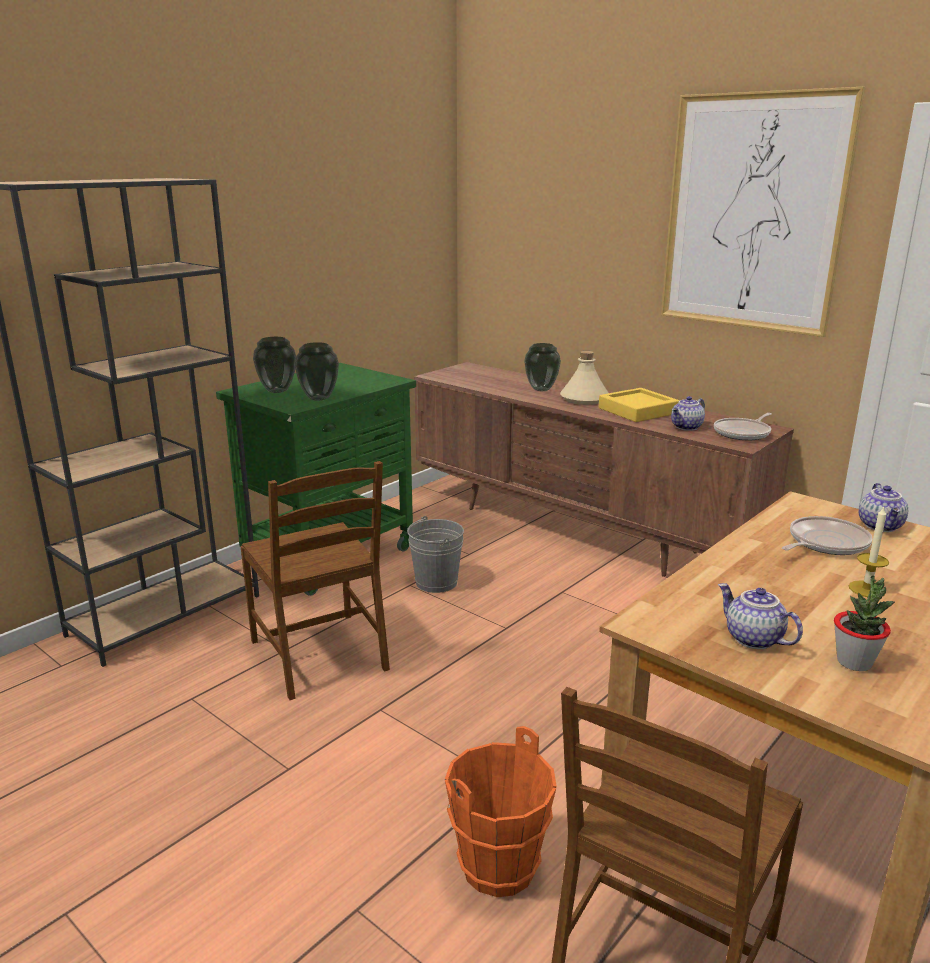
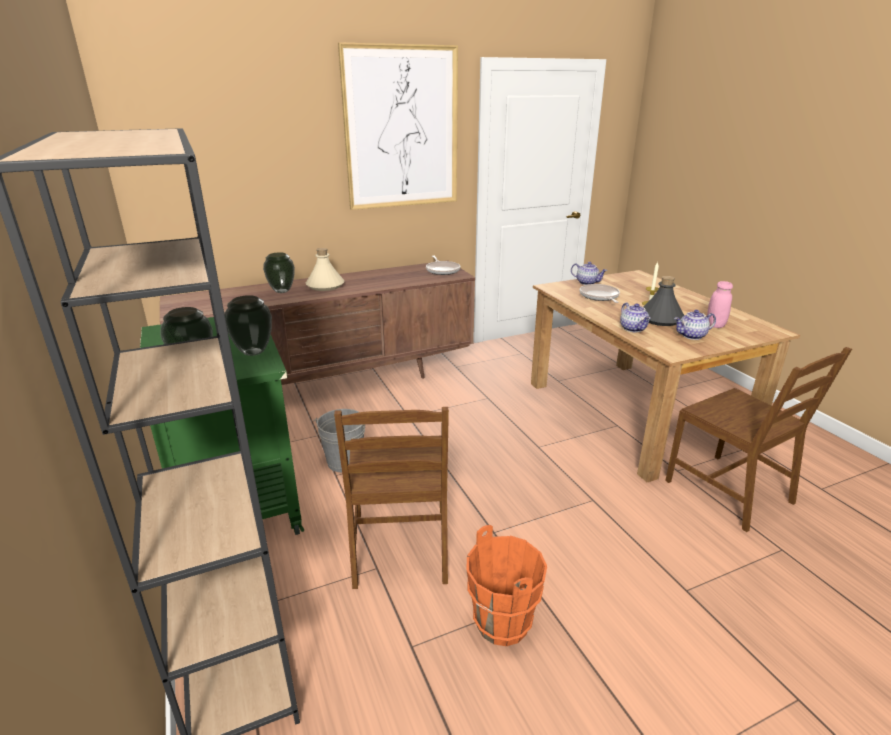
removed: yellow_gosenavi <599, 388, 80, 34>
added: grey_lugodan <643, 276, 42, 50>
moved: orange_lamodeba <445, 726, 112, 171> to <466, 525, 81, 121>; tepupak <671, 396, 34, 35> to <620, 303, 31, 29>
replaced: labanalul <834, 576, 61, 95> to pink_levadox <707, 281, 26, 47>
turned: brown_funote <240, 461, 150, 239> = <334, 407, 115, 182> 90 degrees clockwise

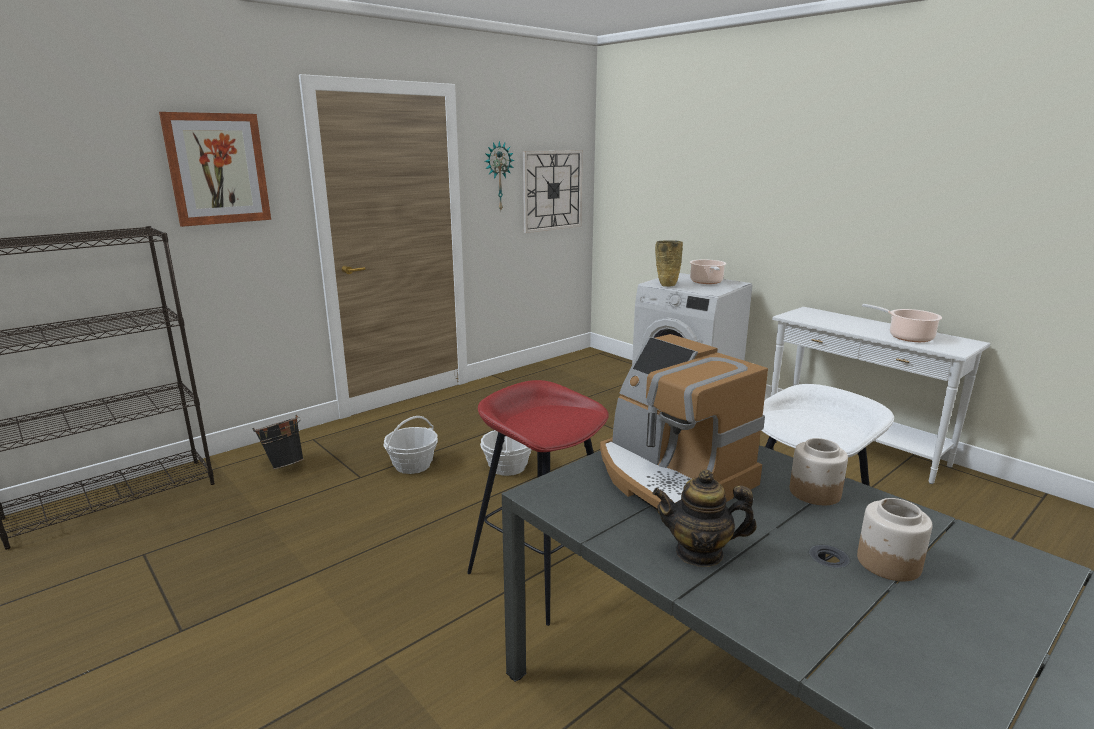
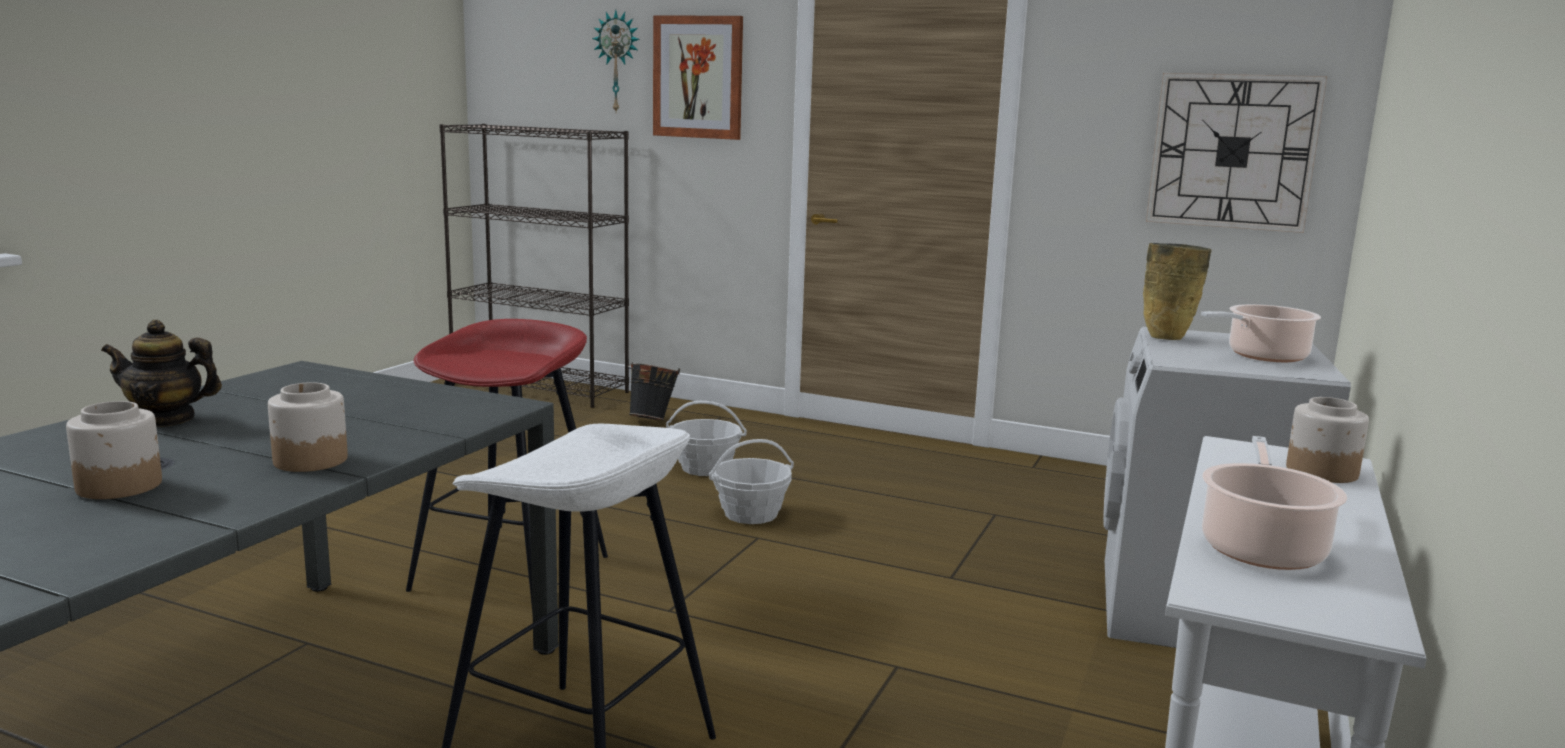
removed: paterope <600, 334, 168, 176>
added: levadox <1286, 397, 83, 86>
moved: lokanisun <485, 141, 30, 69> to <592, 10, 48, 102>
turned: tepupak <652, 470, 104, 97> = <101, 320, 121, 107> 75 degrees counterclockwise

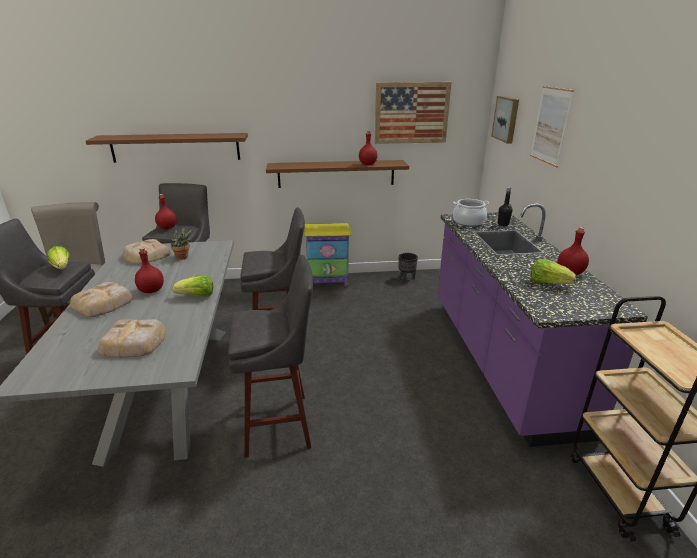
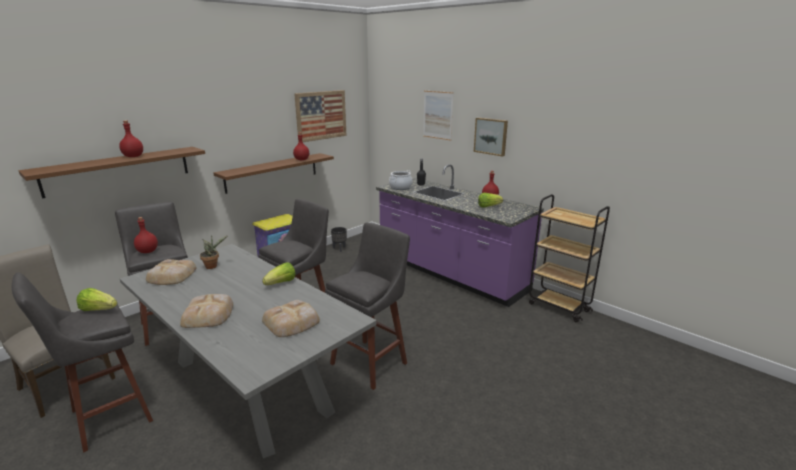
moved: red_lugodan <135, 248, 29, 45> to <119, 121, 24, 36>; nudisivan <491, 96, 28, 48> to <474, 117, 34, 40>

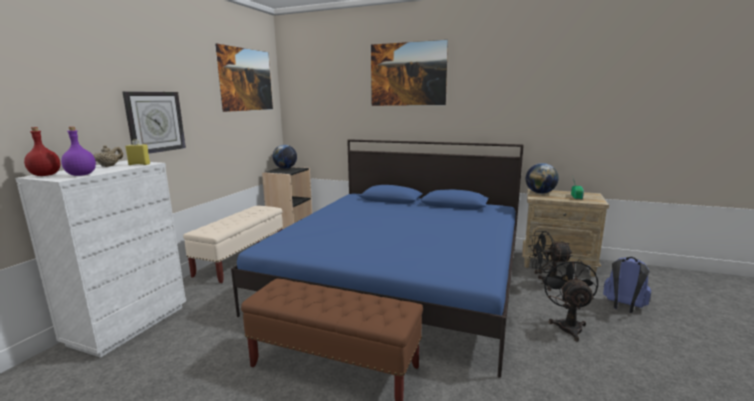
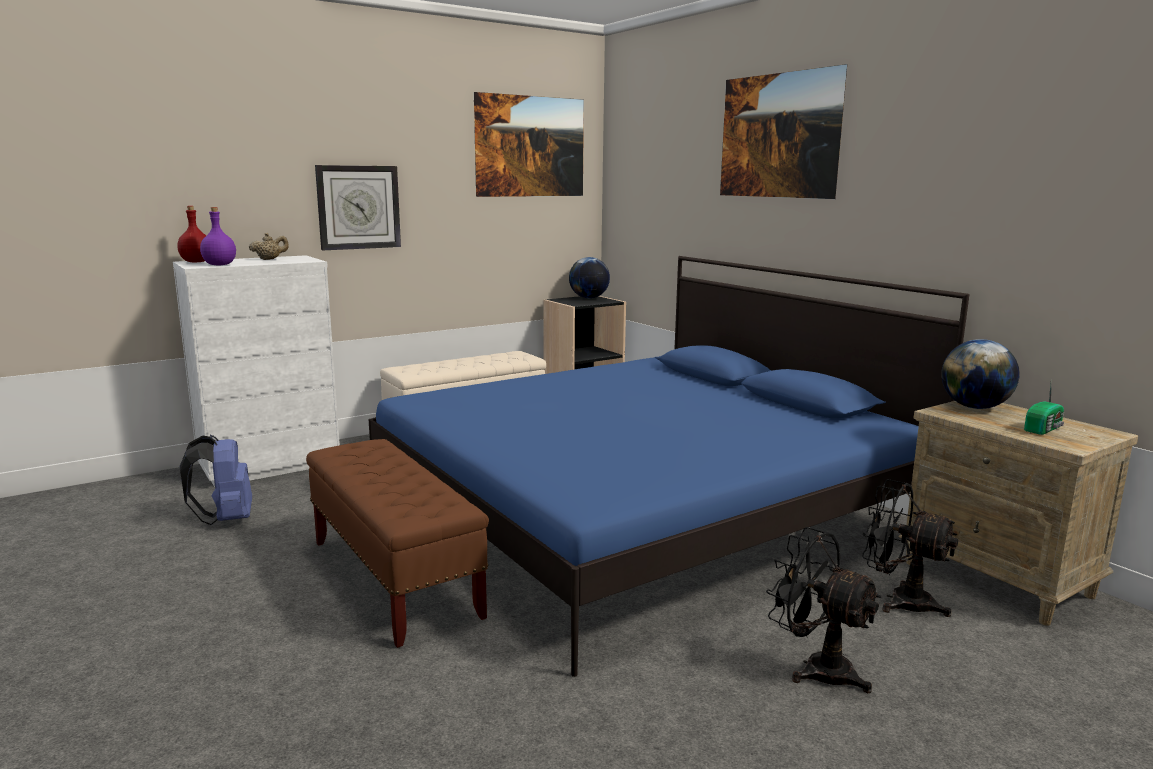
removed: yellow_lugodan <125, 140, 25, 25>
moved: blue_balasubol <603, 257, 48, 56> to <179, 435, 73, 90>
turned: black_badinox <542, 258, 56, 83> = <766, 527, 115, 166> 90 degrees counterclockwise

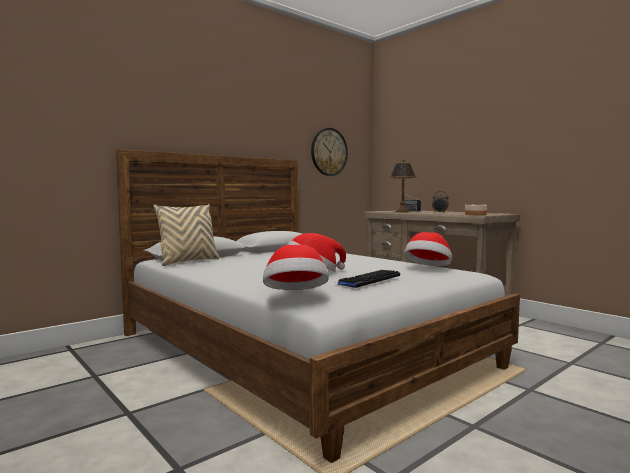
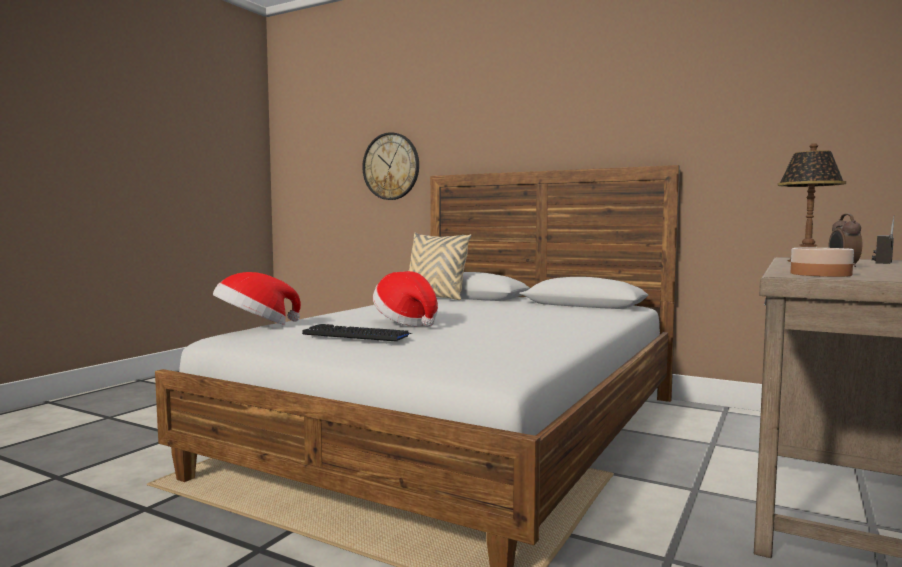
removed: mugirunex <404, 232, 48, 34>
moved: lokanisun <311, 128, 37, 48> to <362, 132, 57, 68>

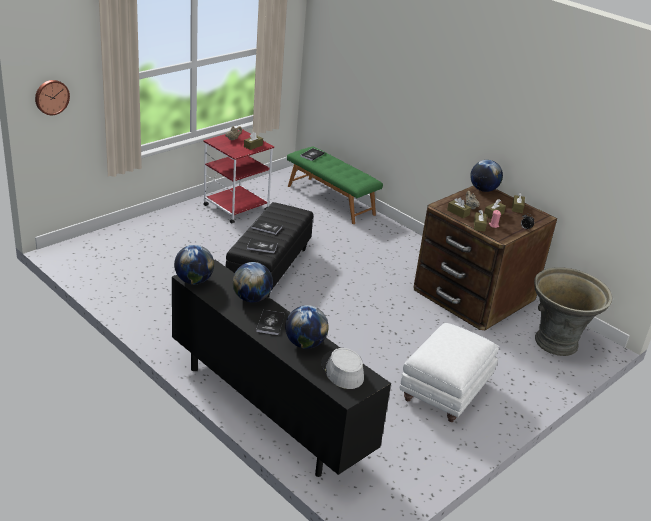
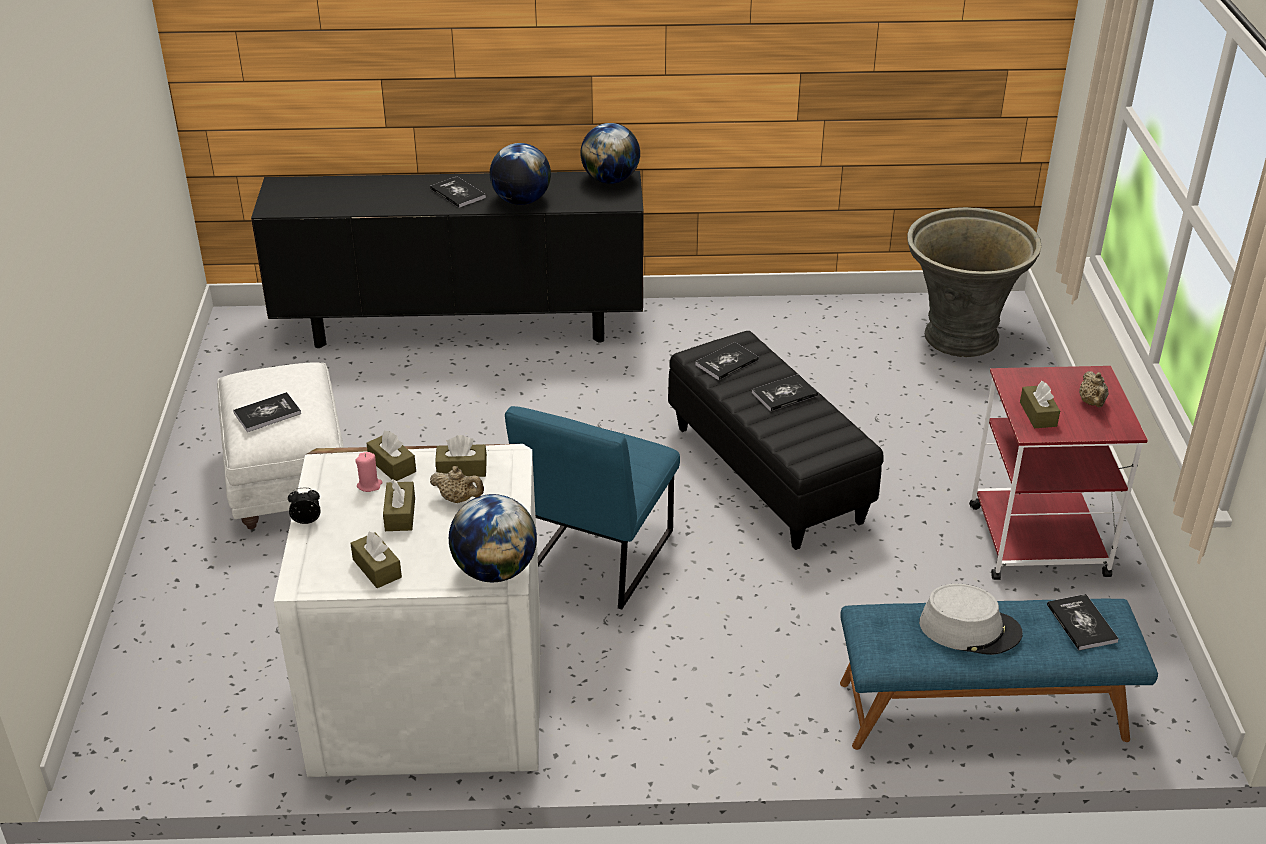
removed: lokanisun <35, 80, 35, 35>; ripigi <285, 305, 44, 44>
added: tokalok <233, 392, 68, 40>; blue_funote <505, 406, 175, 204>
moved: grey_mugirunex <321, 348, 43, 41> to <919, 584, 104, 71>; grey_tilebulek <534, 267, 78, 89> to <907, 207, 135, 150>
recoloured: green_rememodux <287, 146, 96, 78> to blue_rememodux <840, 599, 318, 151>; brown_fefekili <414, 186, 143, 144> to white_fefekili <274, 444, 267, 333>

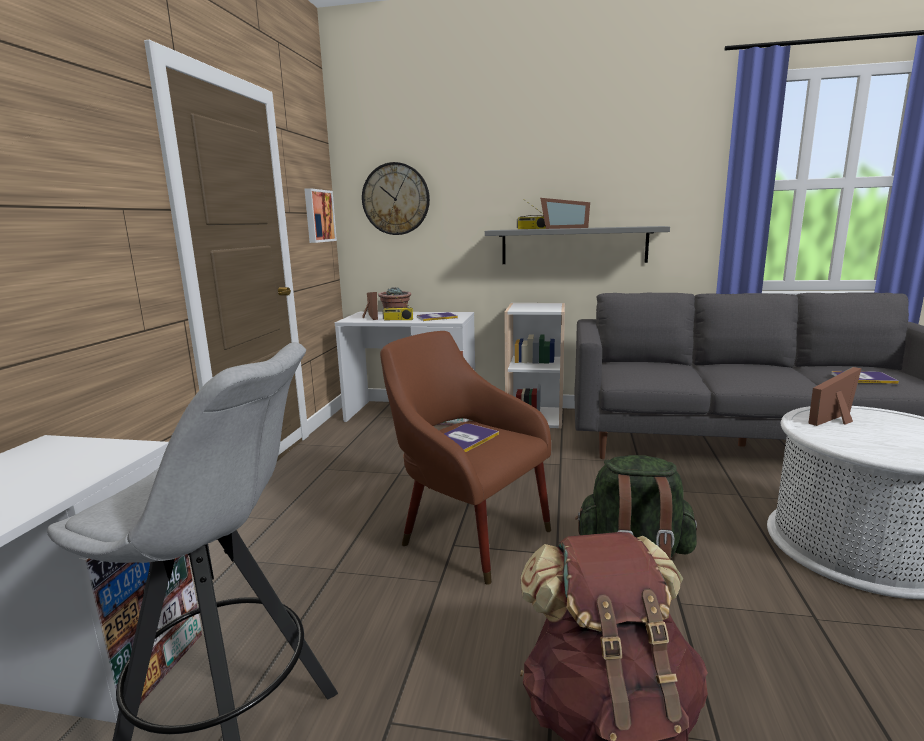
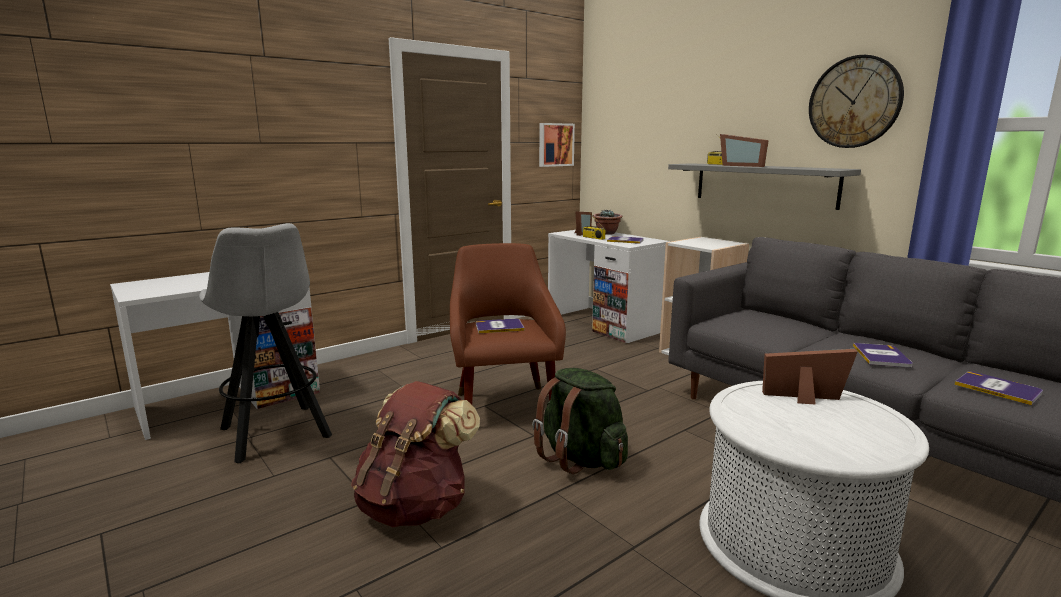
added: tokalok <853, 343, 59, 24>
moved: lokanisun <362, 162, 68, 73> to <809, 55, 95, 93>

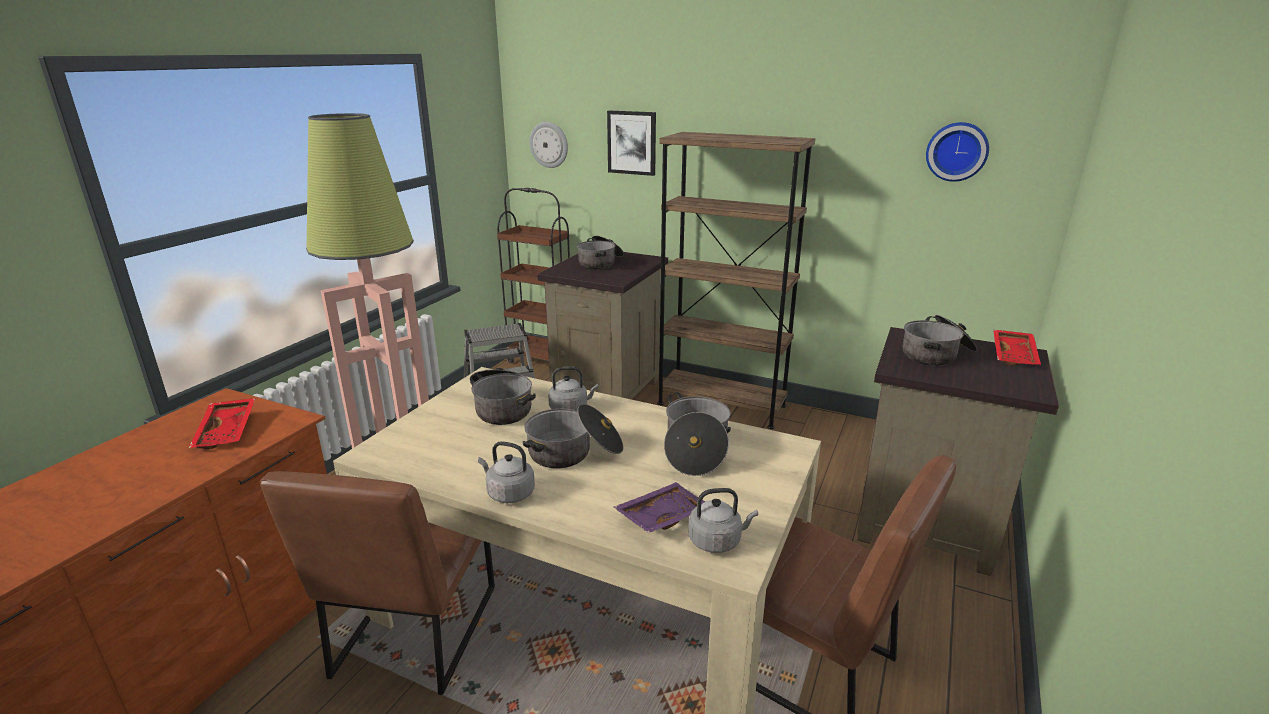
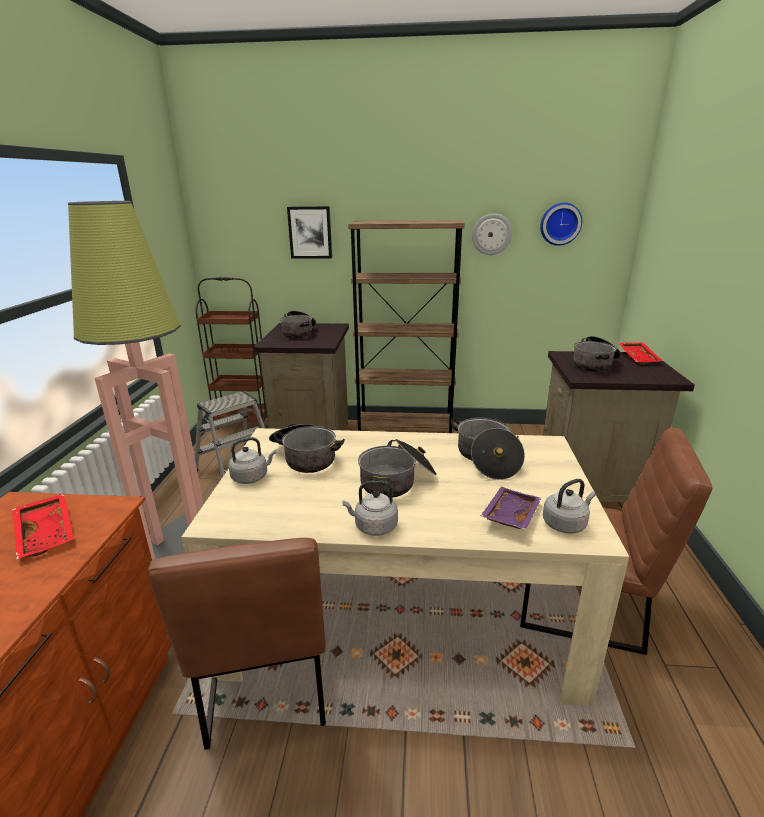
moved: lokanisun <529, 122, 39, 46> to <472, 213, 40, 42>; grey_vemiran <548, 367, 50, 43> to <228, 437, 48, 47>

